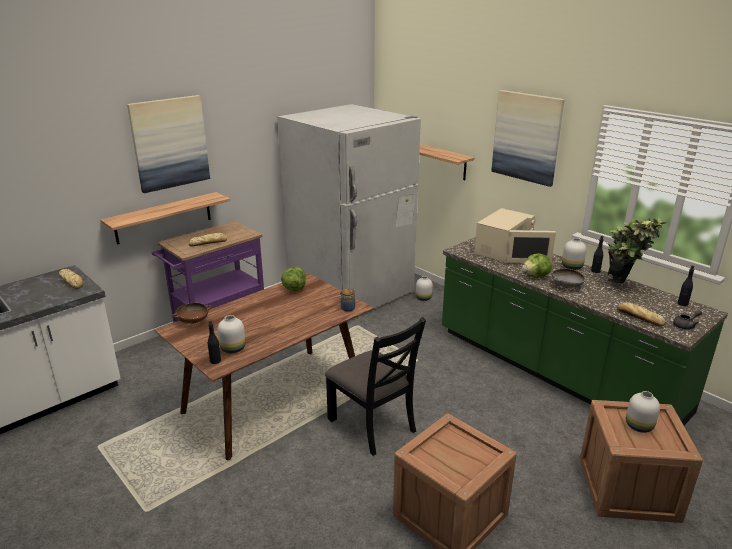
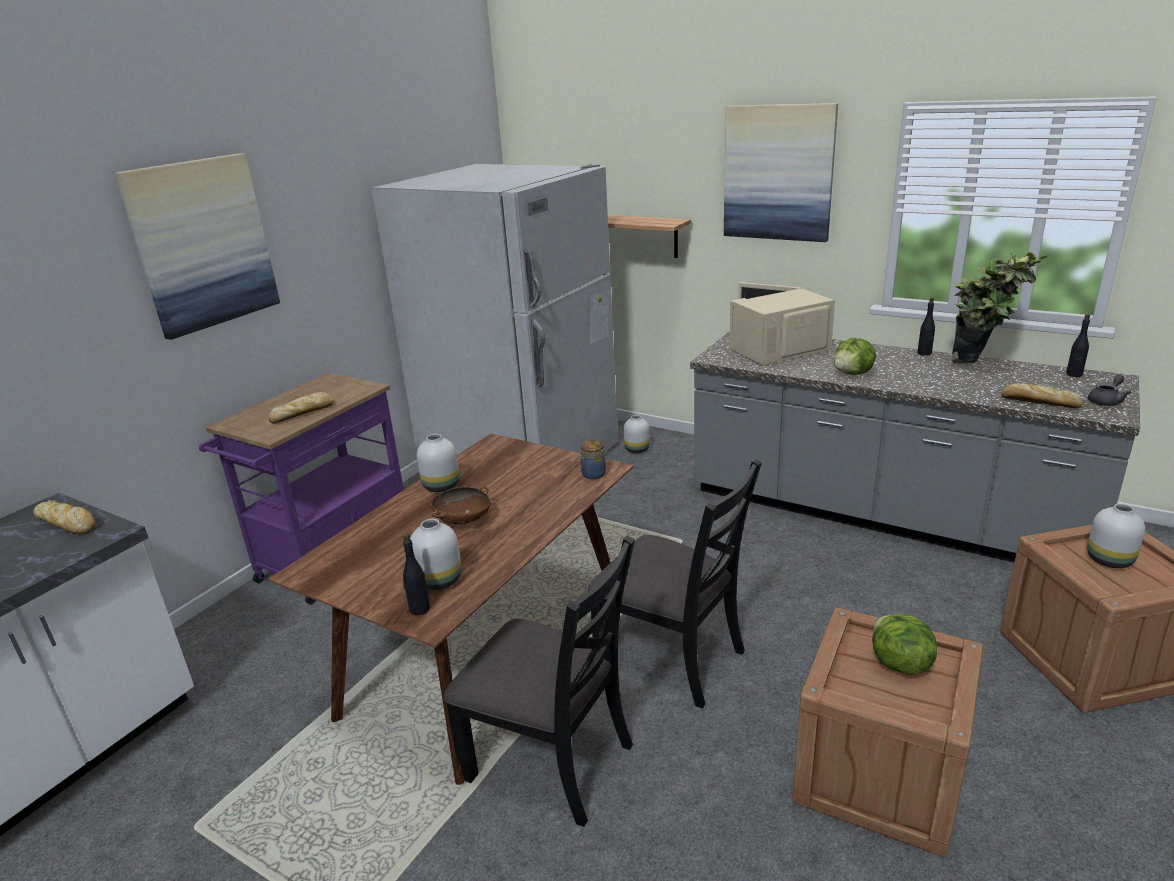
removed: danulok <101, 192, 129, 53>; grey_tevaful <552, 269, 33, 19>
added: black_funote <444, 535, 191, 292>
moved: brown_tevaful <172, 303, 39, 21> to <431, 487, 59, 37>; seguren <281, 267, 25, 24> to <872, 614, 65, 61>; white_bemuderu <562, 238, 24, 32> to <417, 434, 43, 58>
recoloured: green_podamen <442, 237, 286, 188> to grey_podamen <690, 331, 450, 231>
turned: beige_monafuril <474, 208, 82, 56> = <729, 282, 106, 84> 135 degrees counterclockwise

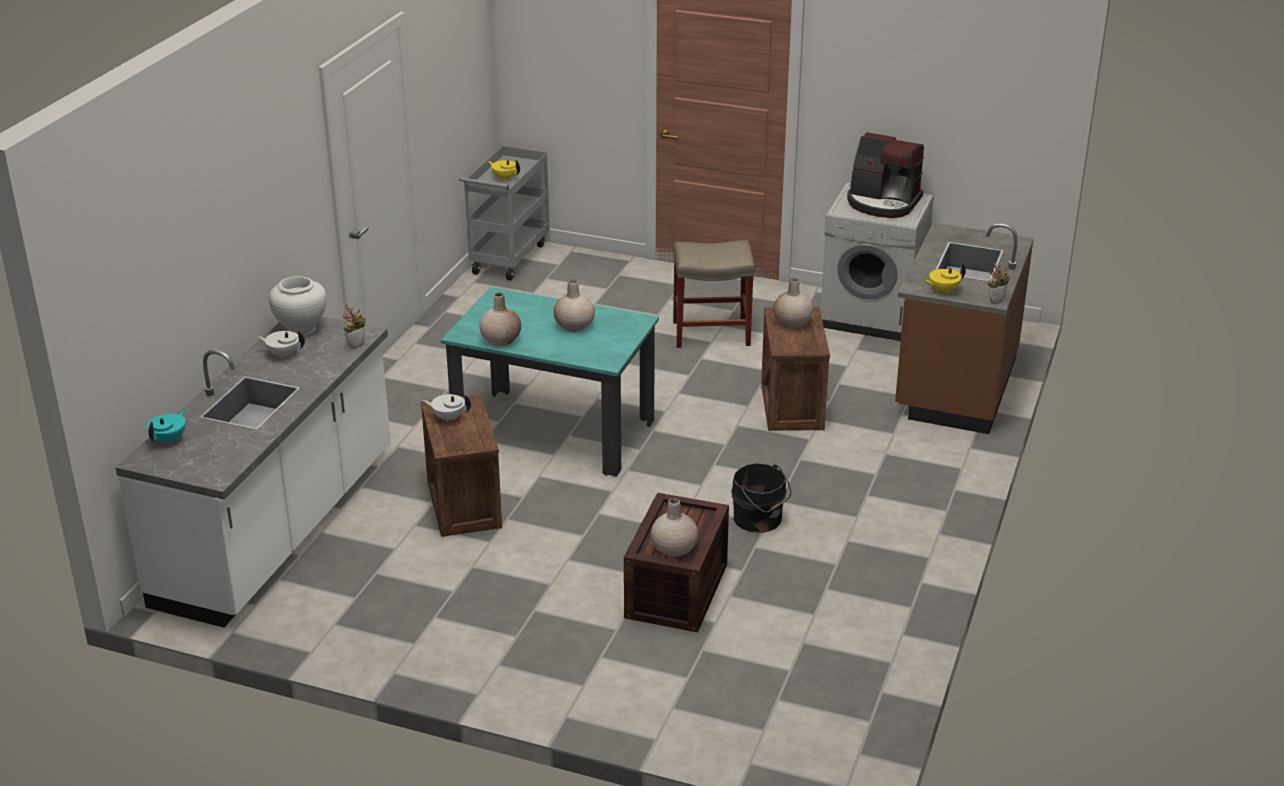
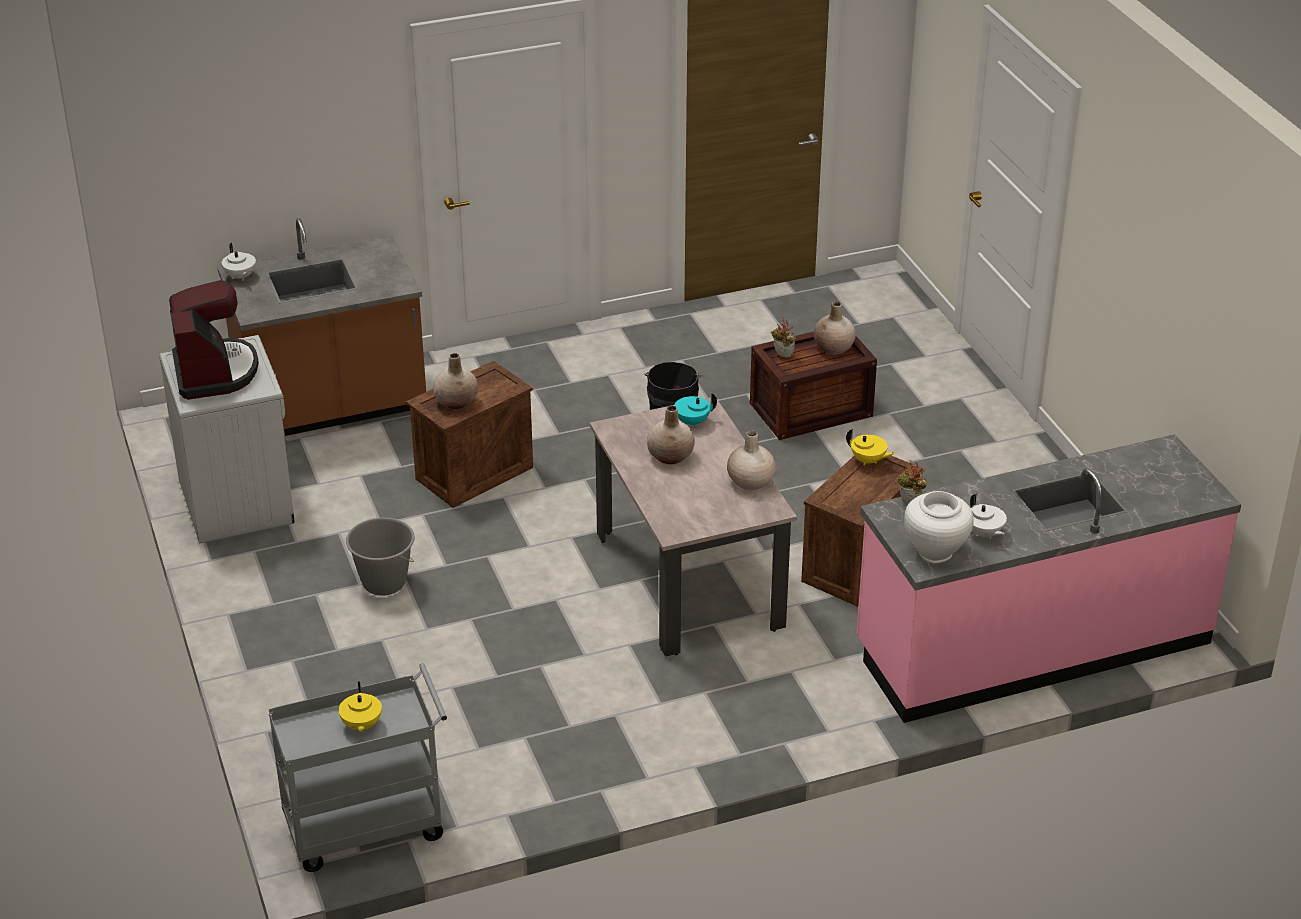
moved: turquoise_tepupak <147, 409, 39, 35> to <665, 393, 52, 34>; white_tepupak <423, 394, 48, 28> to <222, 243, 34, 38>; yellow_tepupak <923, 263, 43, 31> to <846, 429, 49, 36>; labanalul <988, 260, 22, 44> to <771, 317, 25, 40>
replaced: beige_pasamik <673, 240, 82, 108> to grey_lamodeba <346, 518, 69, 78>
recoloured: white_podamen <116, 317, 275, 310> to pink_podamen <857, 434, 384, 289>; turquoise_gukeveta <441, 287, 218, 190> to beige_gukeveta <590, 397, 207, 260>

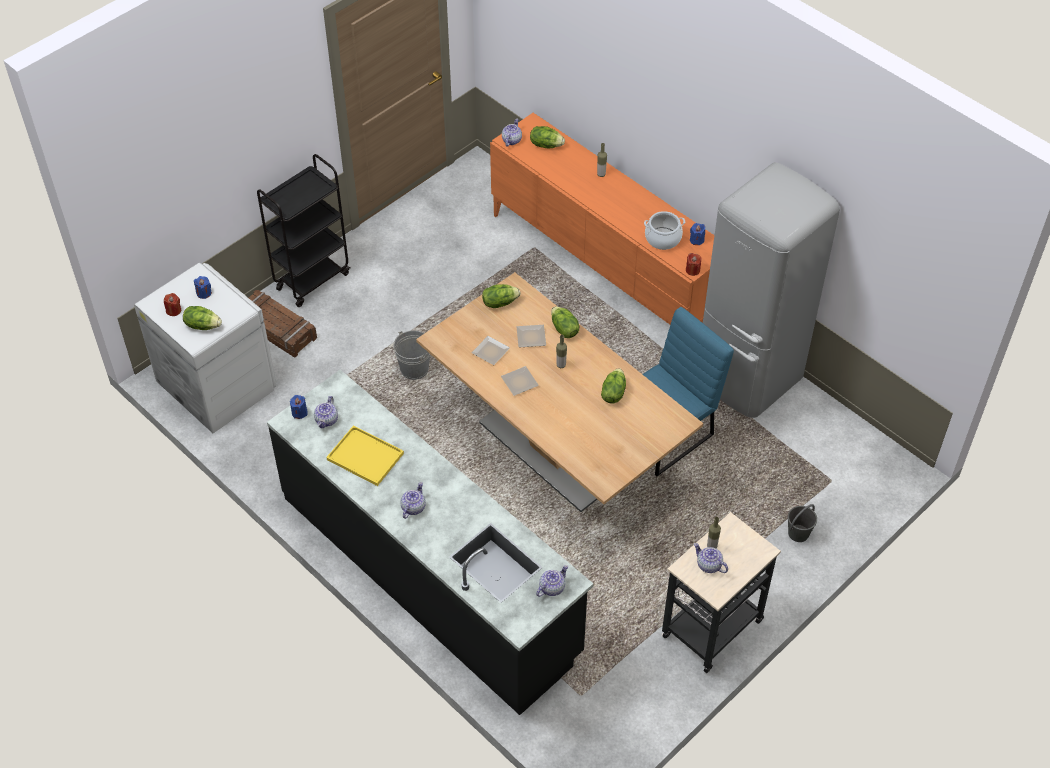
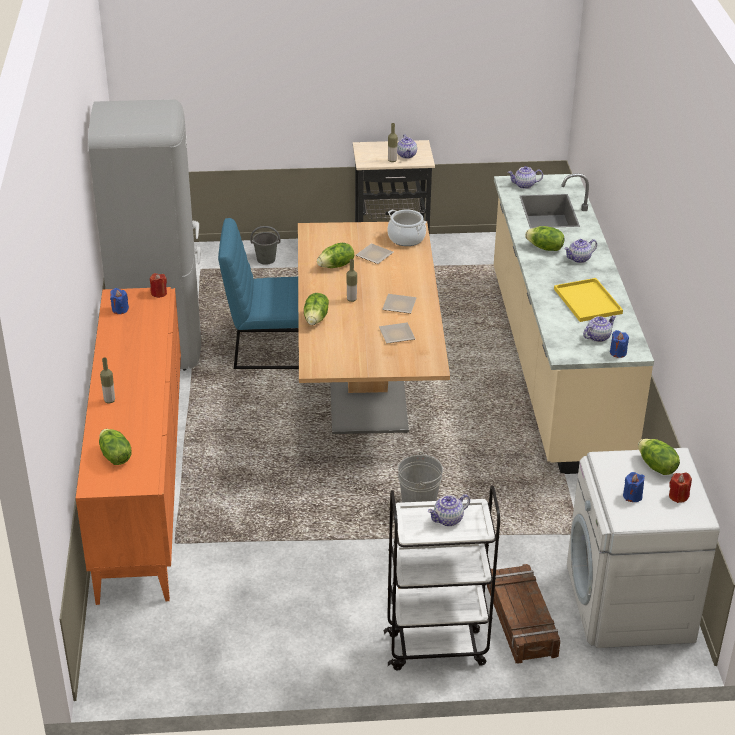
moved: seguren <482, 284, 38, 24> to <525, 226, 40, 25>; tepupak <502, 119, 20, 28> to <427, 494, 43, 32>; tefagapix <516, 325, 30, 22> to <356, 243, 37, 21>; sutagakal <644, 211, 41, 39> to <387, 209, 39, 37>
recoloured: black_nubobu <257, 154, 95, 153> to white_nubobu <384, 486, 116, 184>; black_podamen <267, 370, 326, 345> to beige_podamen <494, 173, 160, 301>

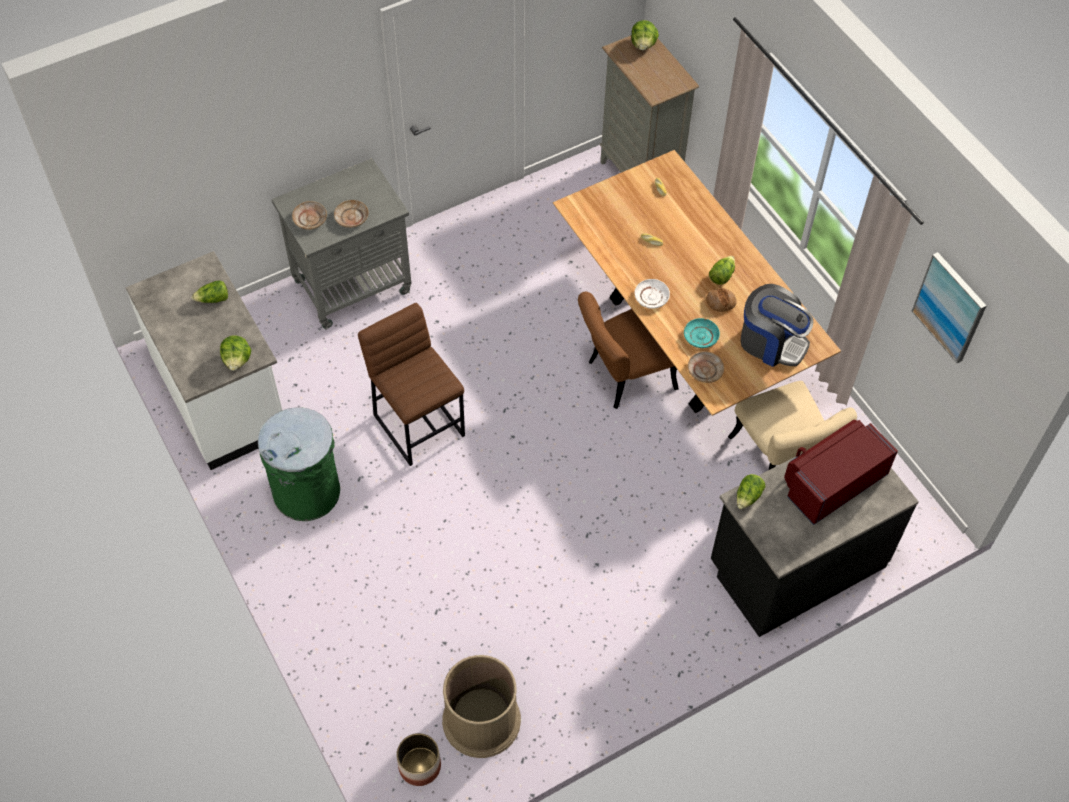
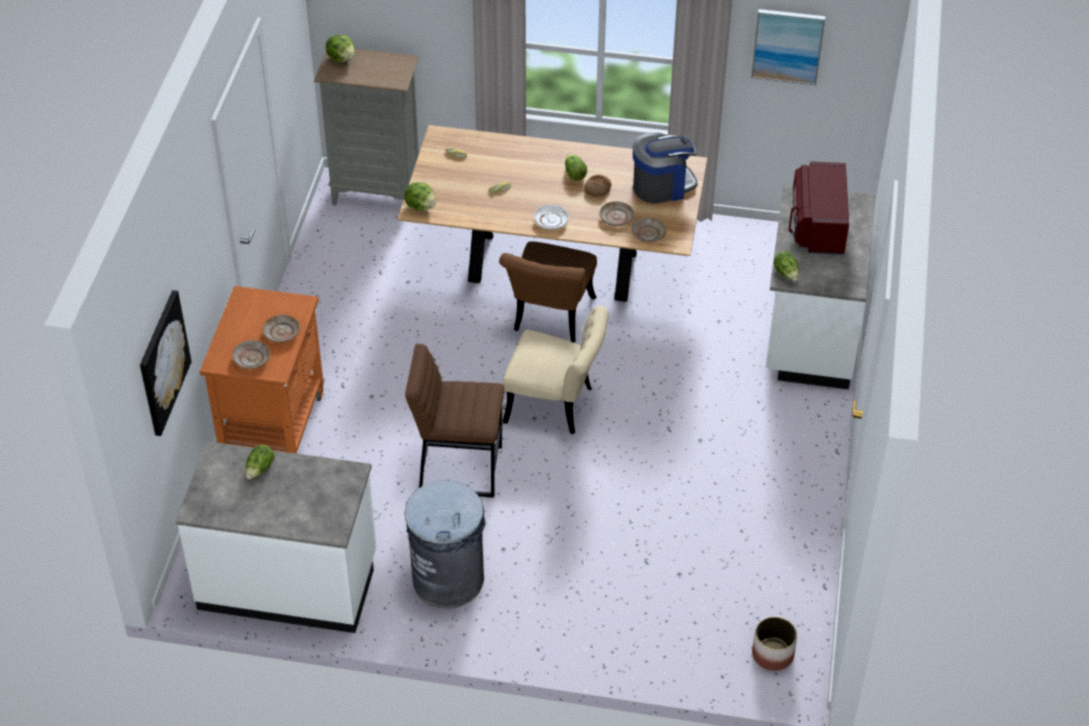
removed: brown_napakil <442, 655, 79, 103>
added: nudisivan <140, 290, 52, 146>
moved: seguren <220, 335, 31, 36> to <404, 182, 32, 29>; beige_funote <728, 381, 129, 89> to <503, 306, 106, 128>
recoloured: green_napakil <258, 407, 82, 114> to grey_napakil <404, 480, 81, 128>; grey_nubobu <271, 158, 141, 172> to orange_nubobu <199, 286, 126, 168>; turquoise_tefagapix <684, 318, 36, 30> to beige_tefagapix <599, 201, 35, 25>; black_podamen <711, 453, 208, 184> to white_podamen <766, 184, 109, 206>

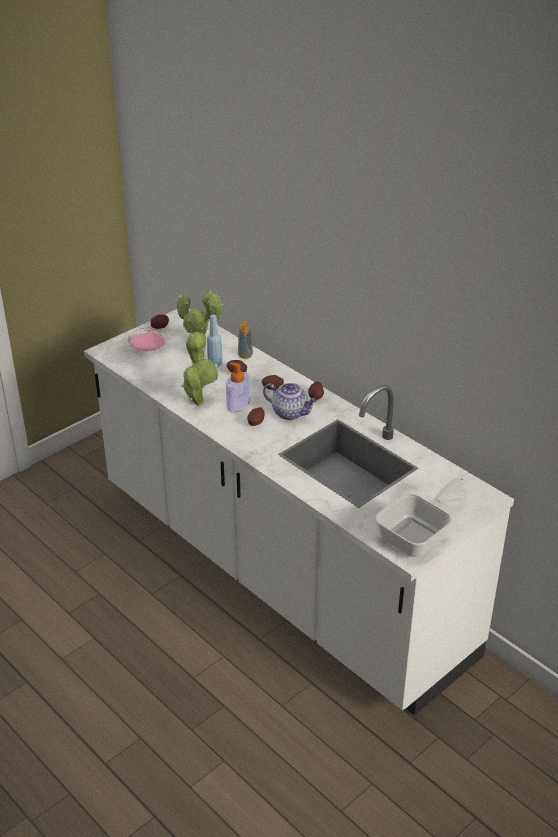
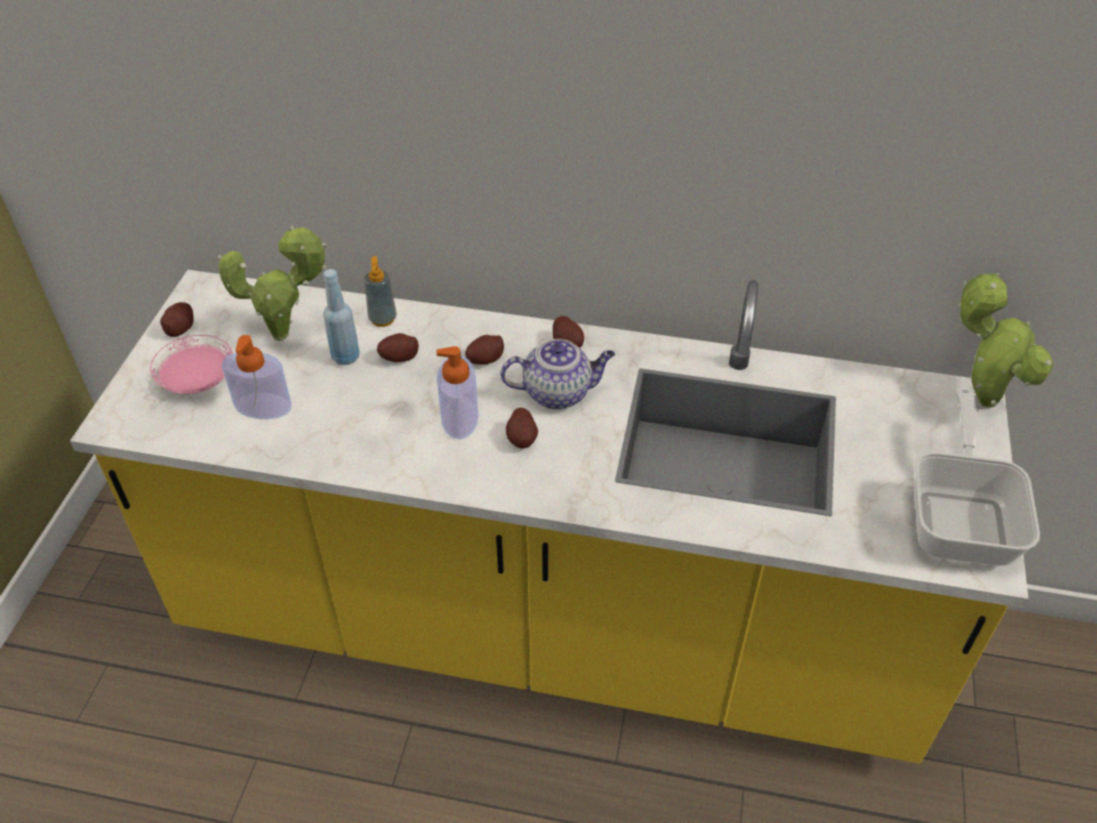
added: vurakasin <222, 335, 70, 84>
moved: labanalul <181, 331, 37, 75> to <959, 272, 94, 136>
recoloured: white_podamen <84, 309, 430, 407> to yellow_podamen <70, 270, 958, 494>

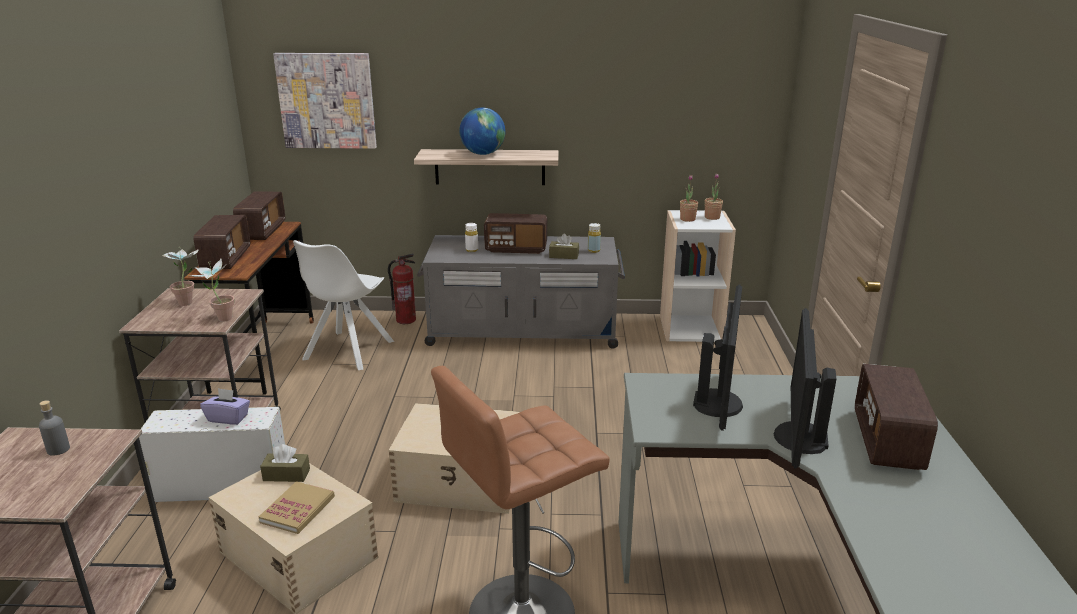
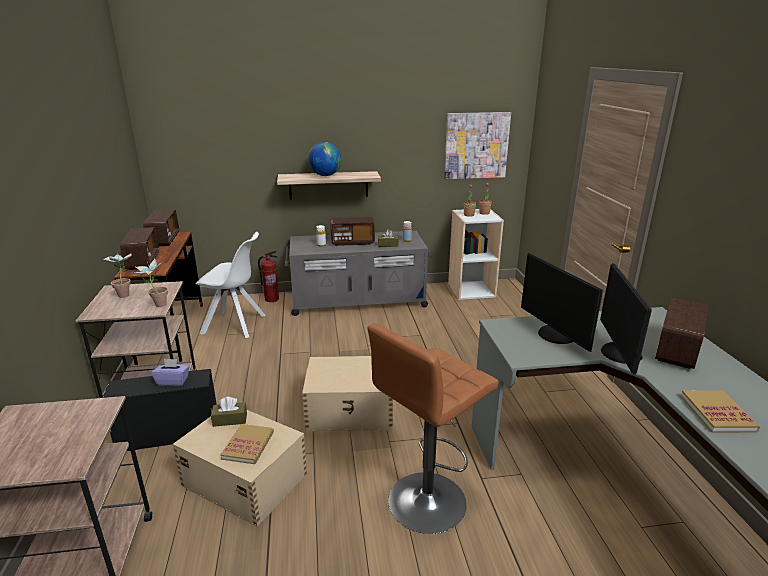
removed: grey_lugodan <39, 400, 31, 56>
added: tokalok <681, 390, 79, 43>
moved: nudisivan <273, 53, 104, 96> to <444, 112, 67, 67>
recoloured: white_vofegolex <139, 407, 146, 95> to black_vofegolex <102, 369, 115, 82>
turned: white_funote <293, 240, 101, 130> = <195, 232, 71, 106> 90 degrees counterclockwise; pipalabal <693, 285, 50, 146> = <521, 253, 82, 99> 150 degrees clockwise; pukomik <855, 364, 83, 106> = <655, 298, 53, 71> 150 degrees counterclockwise

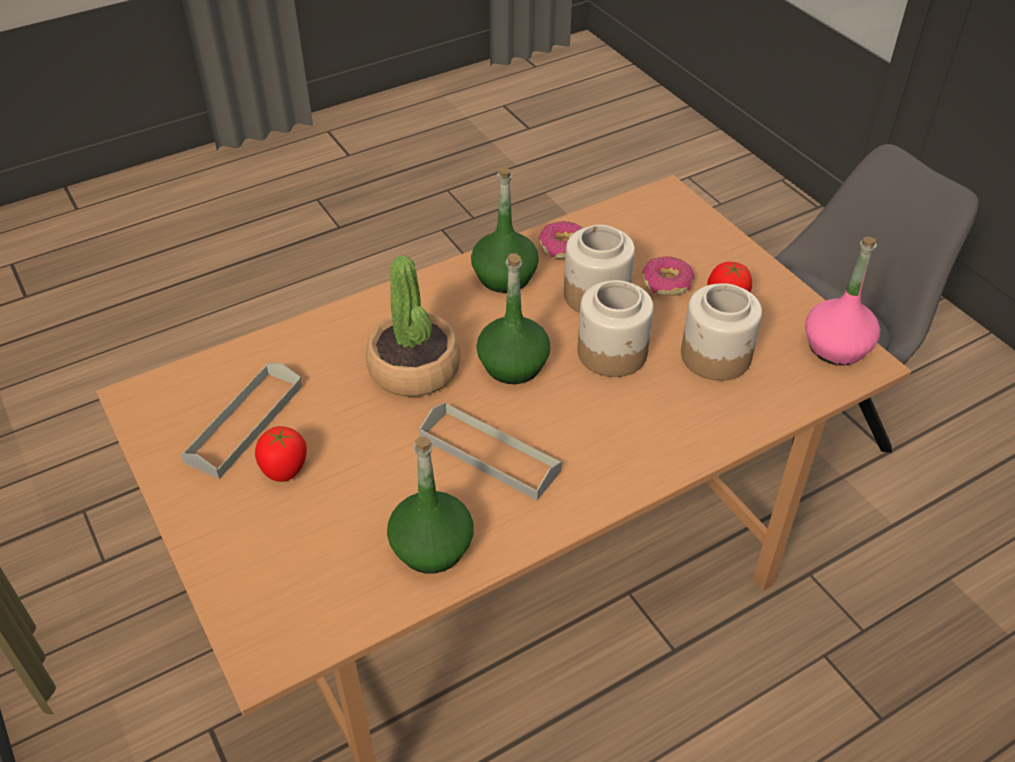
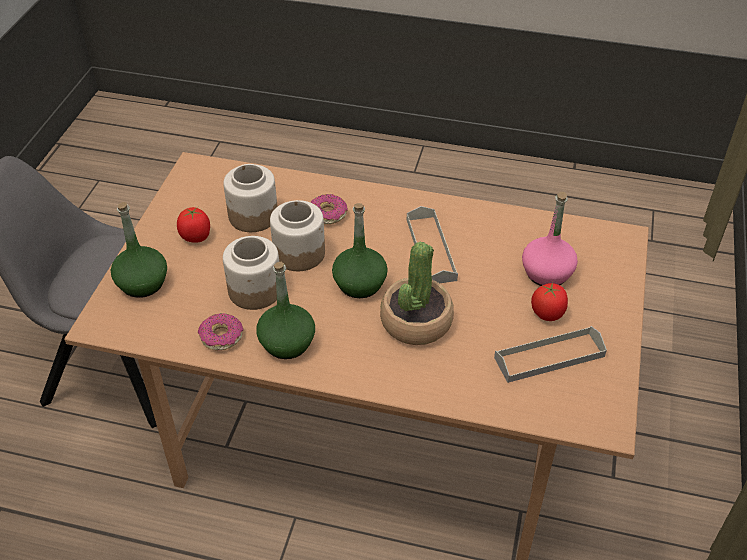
moved: green_lugodan <387, 437, 87, 137> to <111, 202, 56, 96>; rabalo <642, 256, 53, 40> to <310, 194, 38, 30>; pink_lugodan <805, 237, 75, 128> to <522, 192, 56, 94>

